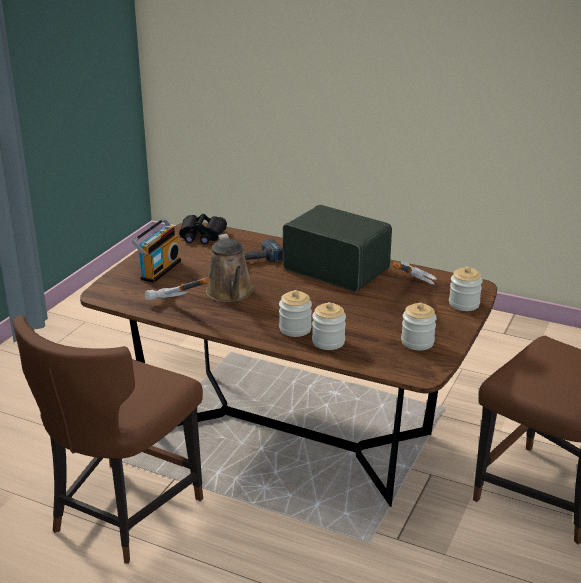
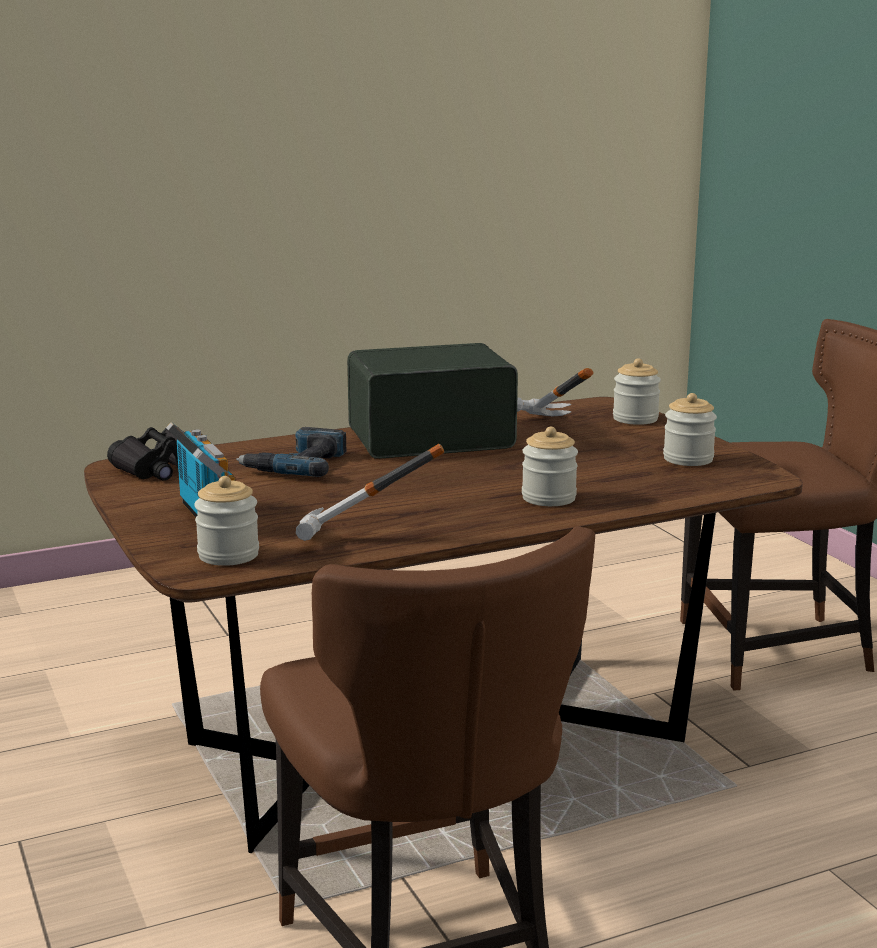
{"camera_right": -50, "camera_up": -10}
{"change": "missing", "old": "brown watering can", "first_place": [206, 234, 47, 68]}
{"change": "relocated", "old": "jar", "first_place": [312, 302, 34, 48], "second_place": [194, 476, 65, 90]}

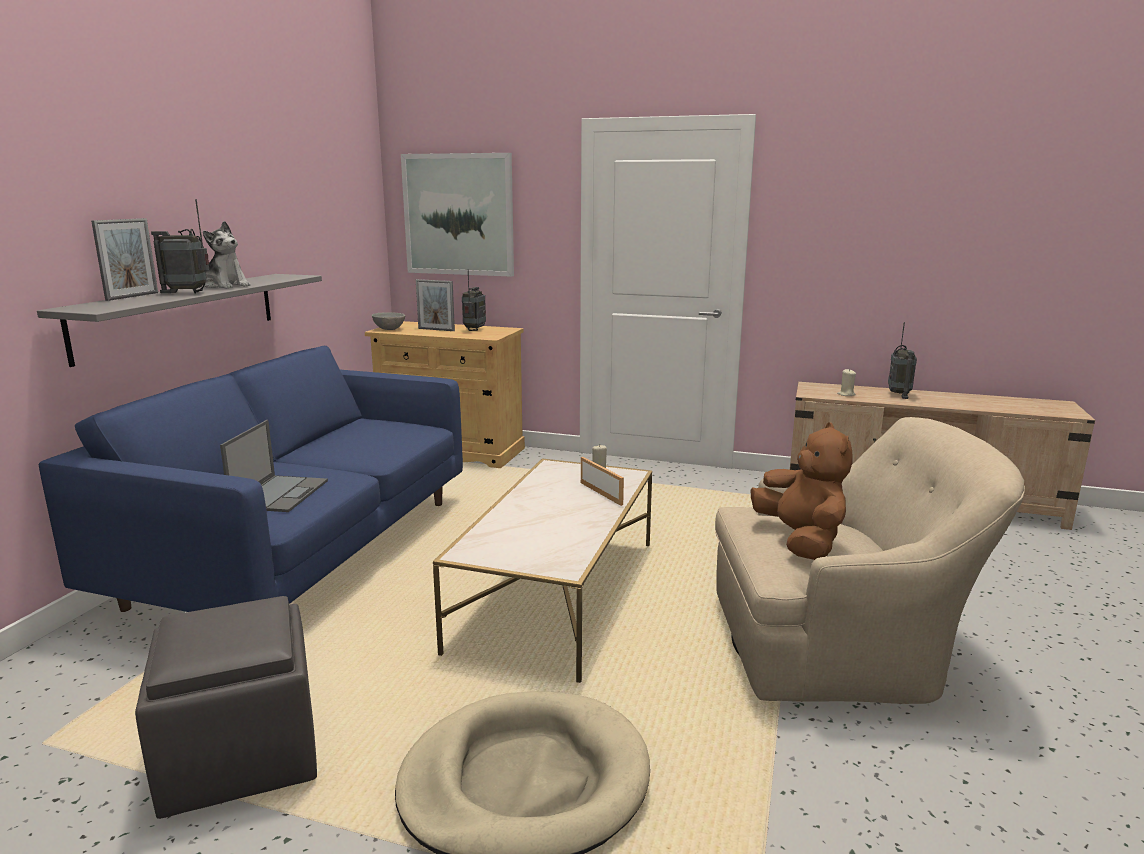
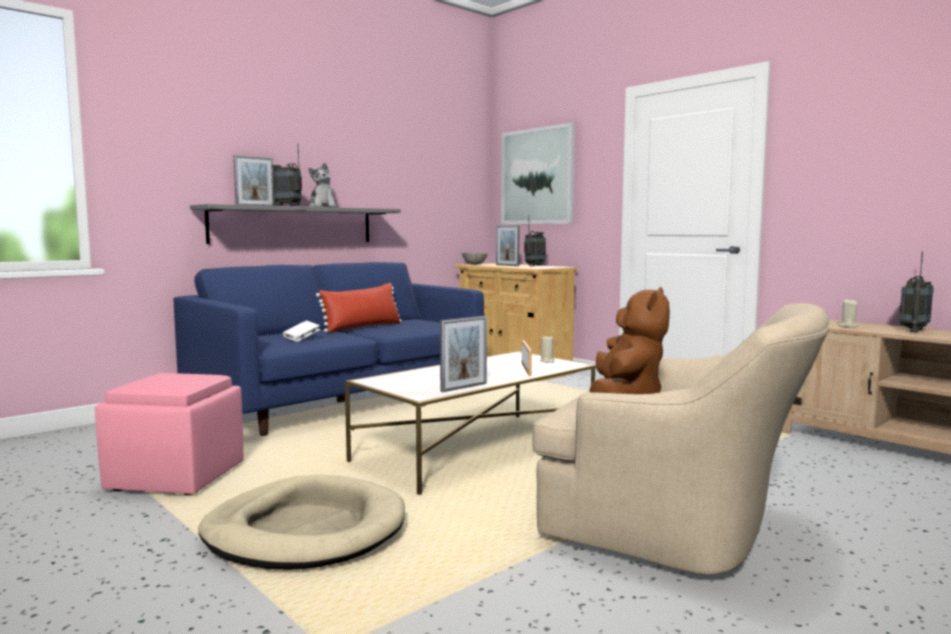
{"camera_right": 30, "camera_up": -10}
{"change": "exchanged", "old": "laptop", "new": "white book", "first_place": [220, 420, 108, 92], "second_place": [283, 321, 37, 21]}
{"change": "colour", "old": "grey ottoman", "new": "pink ottoman", "first_place": [135, 596, 182, 223], "second_place": [95, 373, 149, 122]}
{"change": "appeared", "new": "red pillow", "second_place": [316, 283, 86, 50]}
{"change": "appeared", "new": "picture frame", "second_place": [440, 316, 47, 76]}

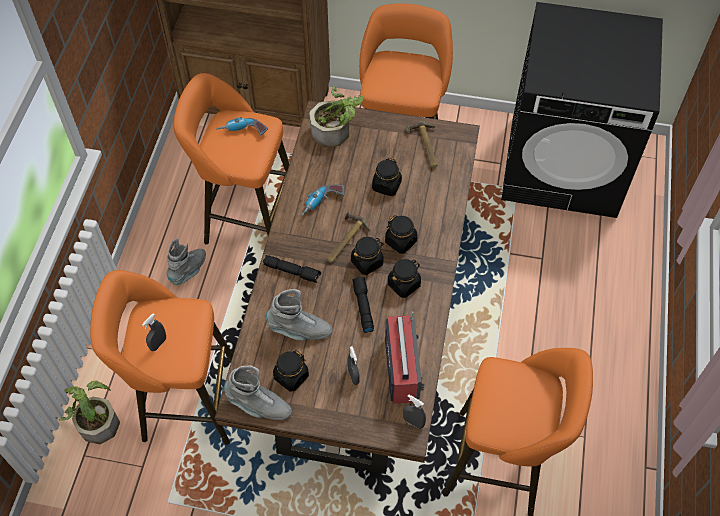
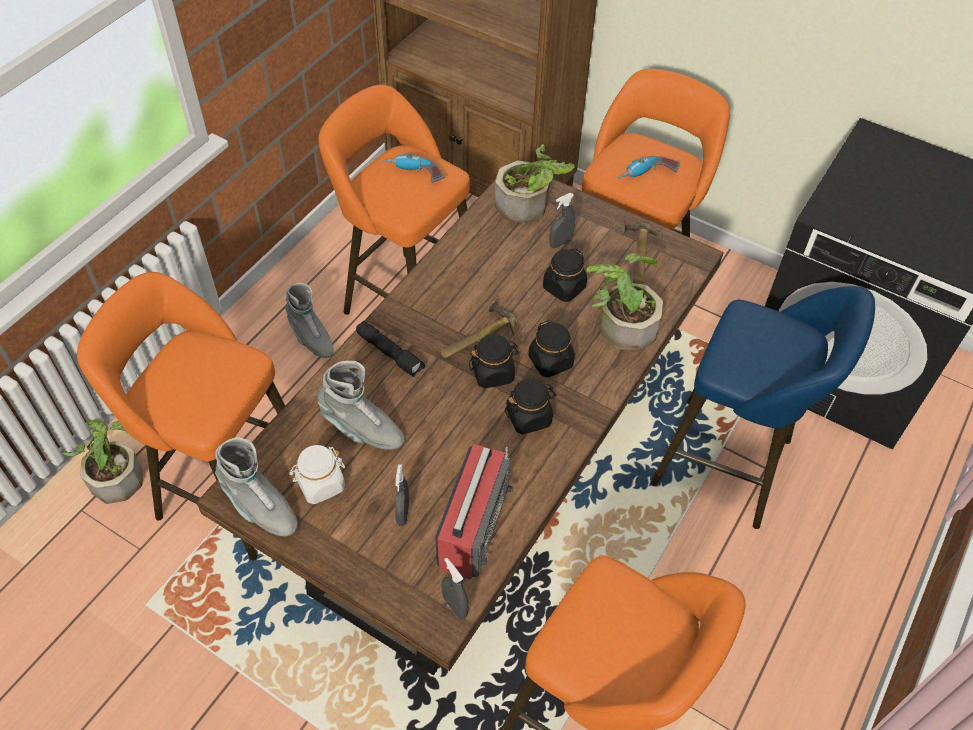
{"camera_right": 20, "camera_up": -5}
{"change": "relocated", "old": "power drill", "first_place": [301, 185, 43, 31], "second_place": [618, 156, 62, 23]}
{"change": "spun", "old": "grey boot", "first_place": [166, 238, 40, 47], "second_place": [285, 283, 49, 75], "degrees": 90}
{"change": "missing", "old": "black flashlight", "first_place": [352, 276, 22, 57]}
{"change": "relocated", "old": "grey spray bottle", "first_place": [142, 314, 24, 37], "second_place": [550, 193, 25, 55]}
{"change": "colour", "old": "black jar", "new": "white jar", "first_place": [273, 350, 36, 42], "second_place": [289, 445, 56, 59]}
{"change": "appeared", "new": "potted plant", "second_place": [586, 253, 77, 99]}
{"change": "appeared", "new": "blue stool", "second_place": [650, 286, 225, 243]}

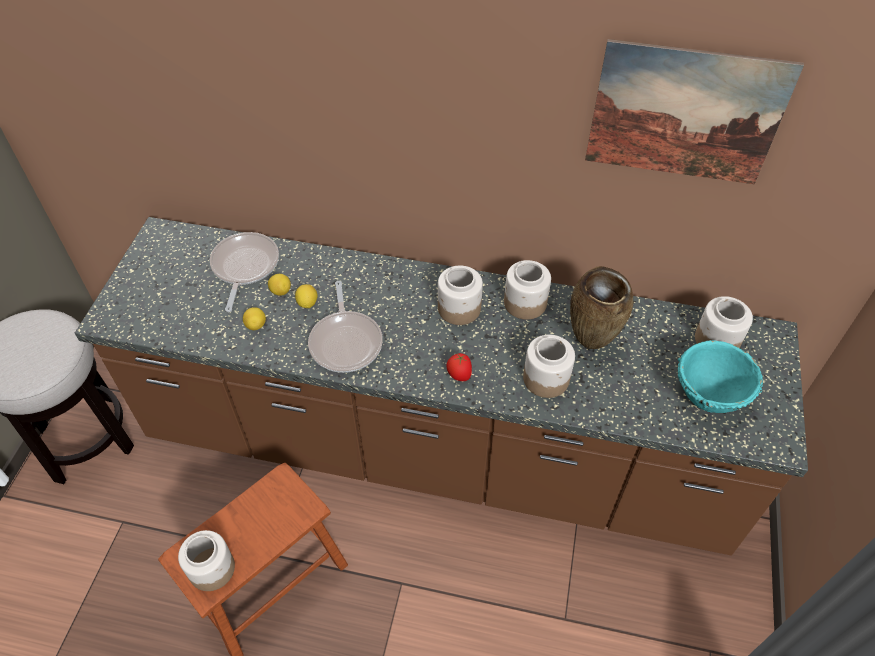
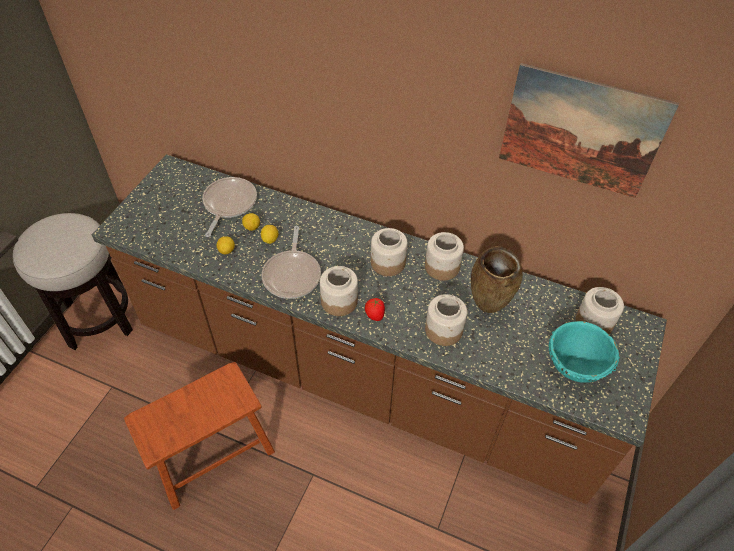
{"camera_right": 10, "camera_up": 0}
{"change": "relocated", "old": "jar", "first_place": [178, 530, 57, 61], "second_place": [320, 266, 38, 50]}

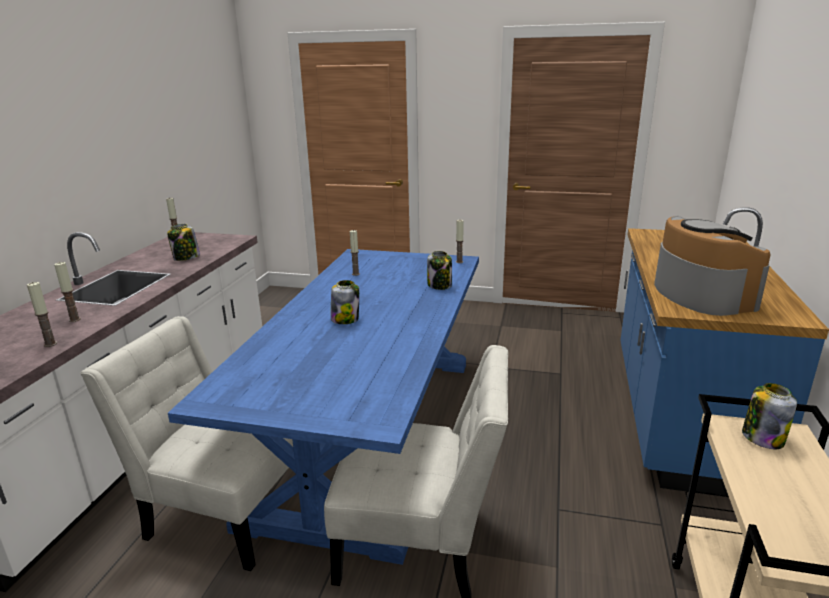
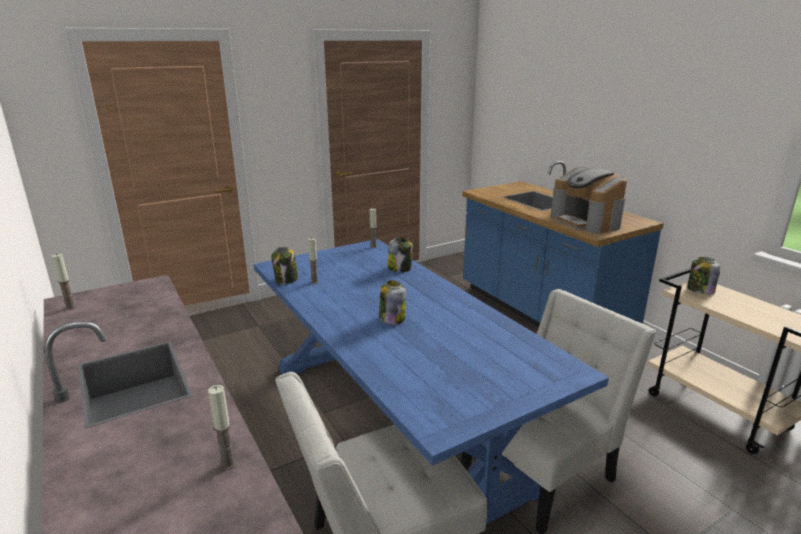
{"camera_right": -45, "camera_up": 0}
{"change": "spun", "old": "coffee machine", "first_place": [654, 216, 117, 100], "second_place": [551, 167, 76, 67], "degrees": -150}
{"change": "relocated", "old": "jar", "first_place": [167, 224, 33, 37], "second_place": [271, 247, 27, 38]}
{"change": "missing", "old": "candle", "first_place": [54, 262, 27, 60]}

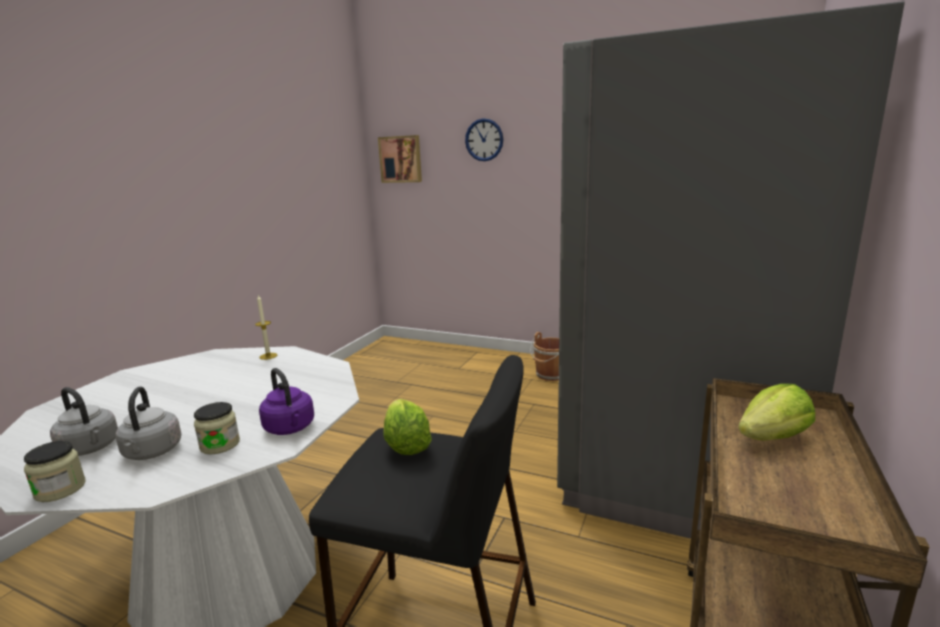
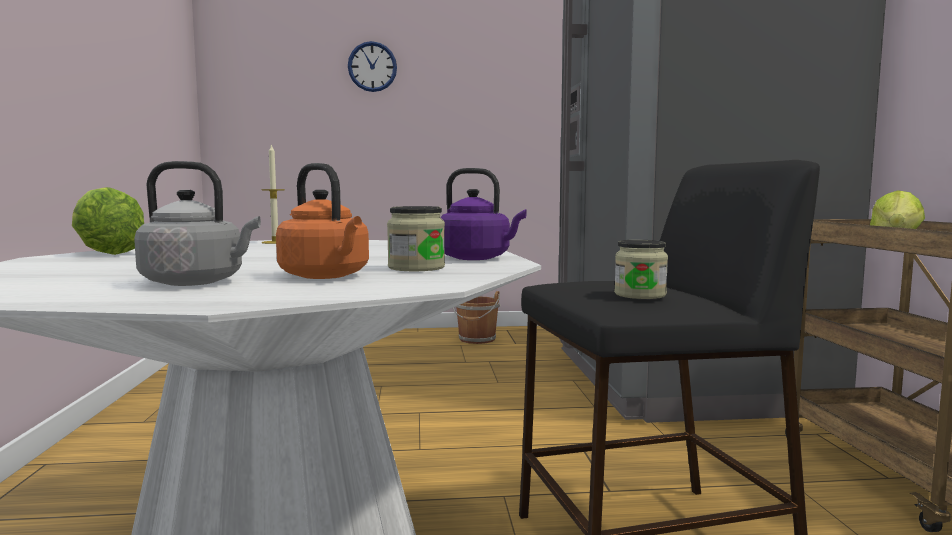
{"camera_right": -30, "camera_up": -10}
{"change": "missing", "old": "picture", "first_place": [378, 135, 44, 48]}
{"change": "colour", "old": "grey kettle", "new": "orange kettle", "first_place": [115, 387, 66, 73], "second_place": [276, 163, 93, 116]}
{"change": "relocated", "old": "lettuce", "first_place": [383, 399, 49, 56], "second_place": [72, 187, 72, 68]}
{"change": "relocated", "old": "jar", "first_place": [24, 441, 62, 61], "second_place": [614, 240, 54, 59]}

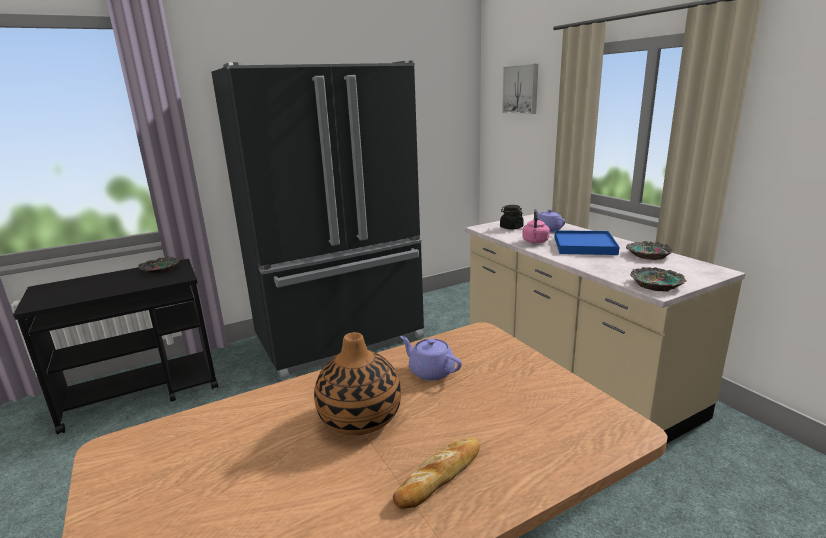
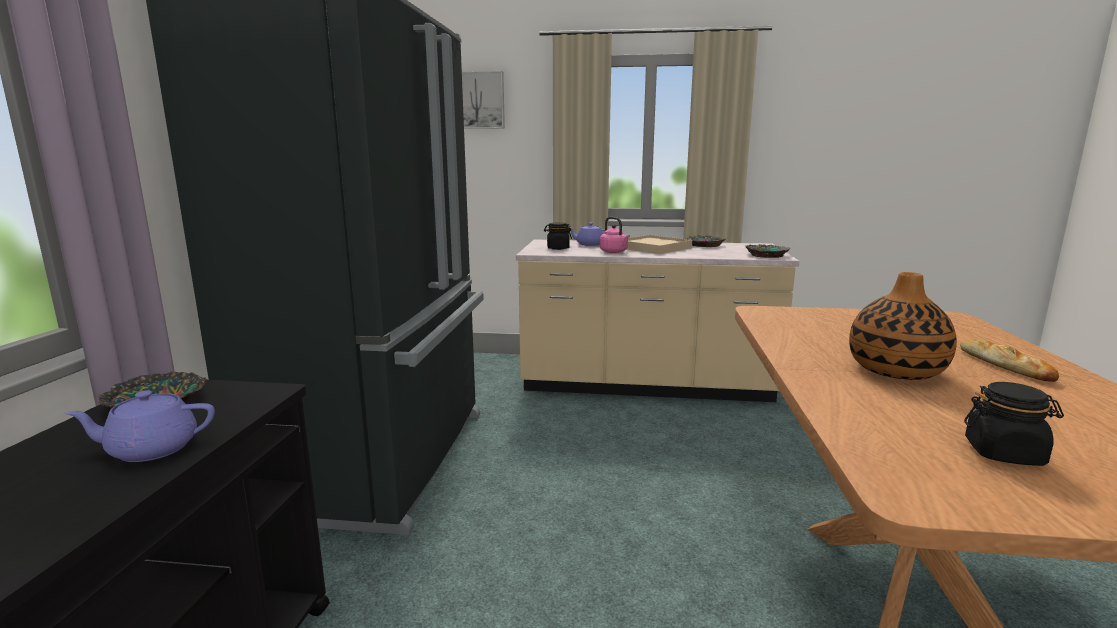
{"camera_right": -55, "camera_up": -5}
{"change": "colour", "old": "blue tray", "new": "beige tray", "first_place": [555, 230, 64, 25], "second_place": [626, 235, 66, 19]}
{"change": "relocated", "old": "purple teapot", "first_place": [400, 336, 62, 44], "second_place": [65, 390, 150, 72]}
{"change": "appeared", "new": "black jar", "second_place": [964, 382, 100, 84]}

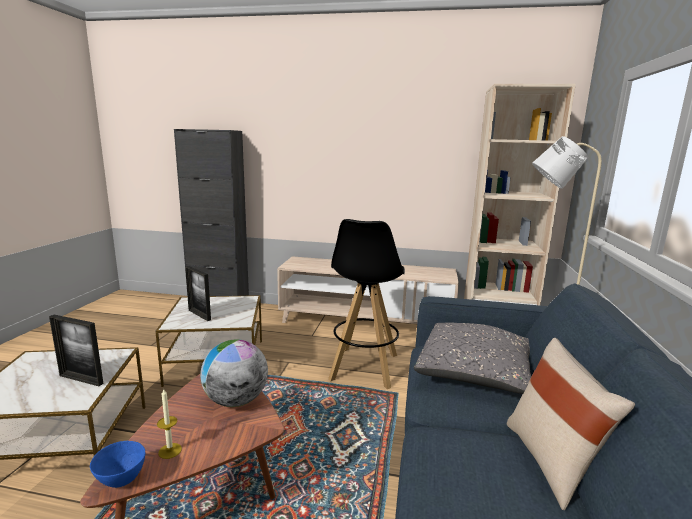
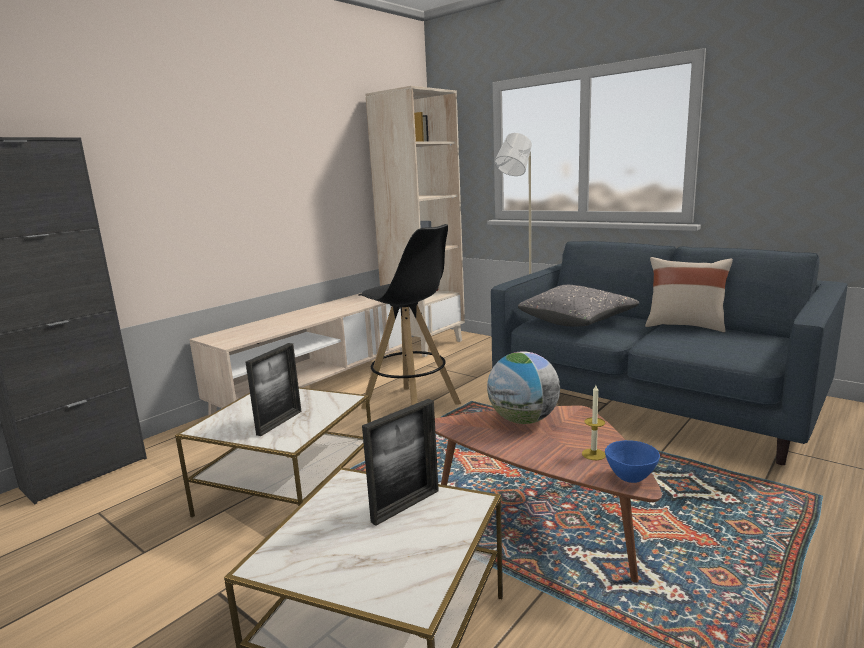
{"camera_right": -60, "camera_up": 0}
{"change": "spun", "old": "picture frame", "first_place": [185, 266, 26, 55], "second_place": [246, 343, 56, 93], "degrees": -45}

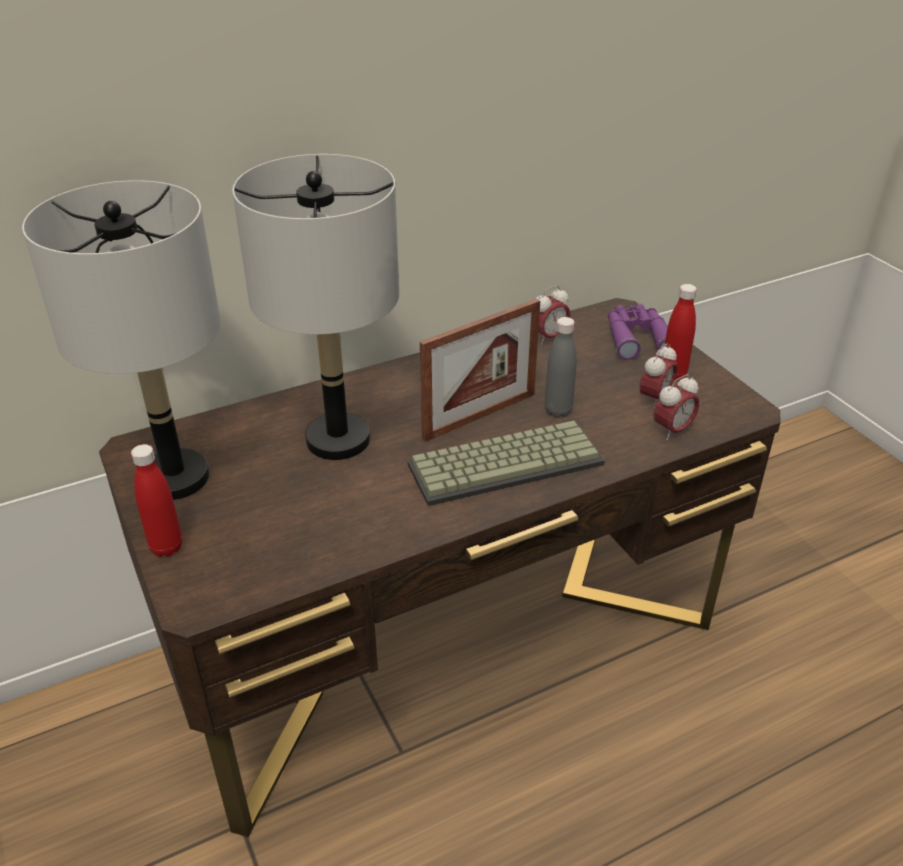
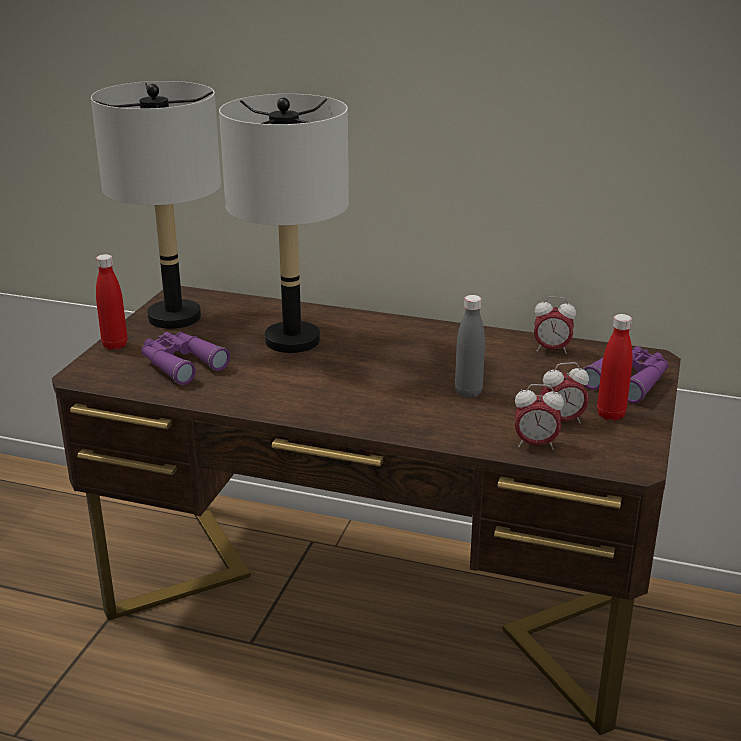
{"camera_right": 45, "camera_up": -10}
{"change": "missing", "old": "picture frame", "first_place": [420, 298, 120, 144]}
{"change": "missing", "old": "keyboard", "first_place": [408, 421, 197, 85]}
{"change": "appeared", "new": "purple binoculars", "second_place": [141, 332, 89, 53]}

